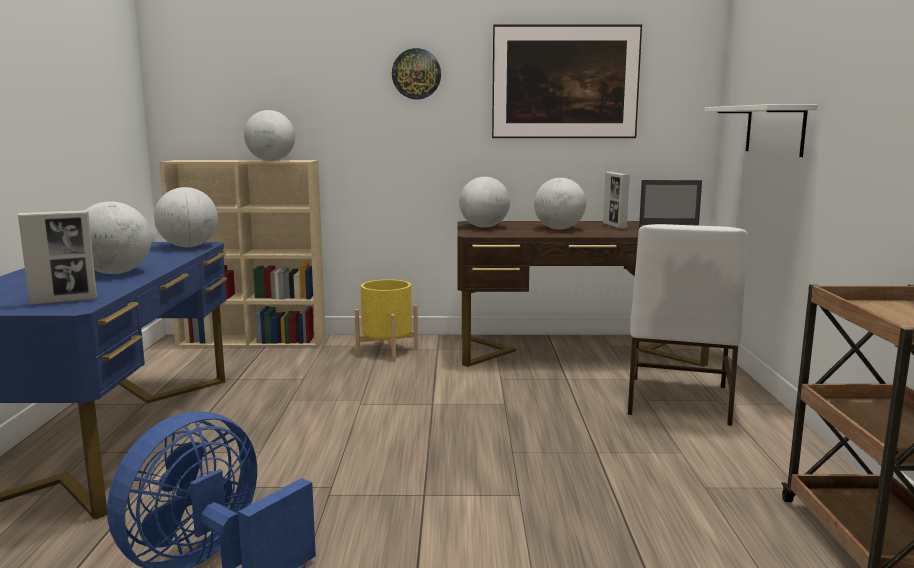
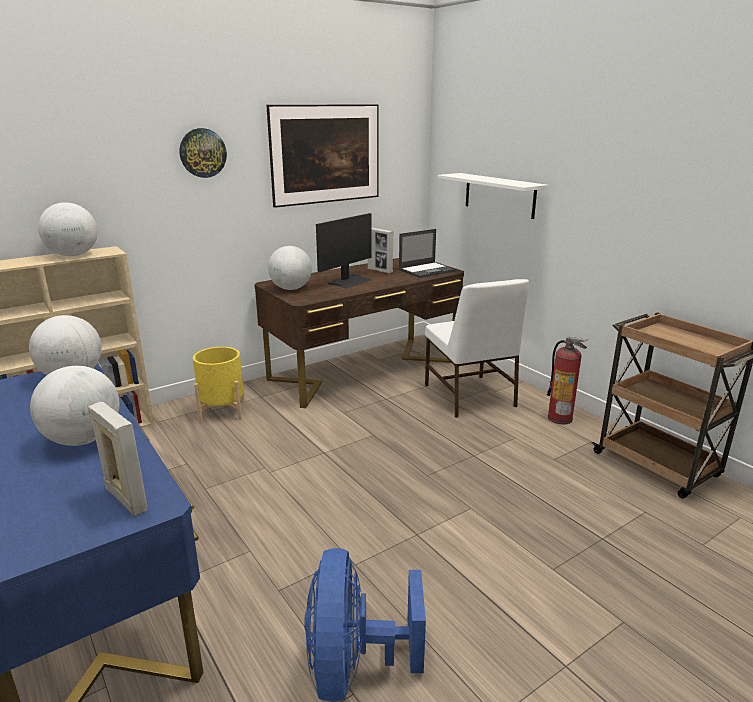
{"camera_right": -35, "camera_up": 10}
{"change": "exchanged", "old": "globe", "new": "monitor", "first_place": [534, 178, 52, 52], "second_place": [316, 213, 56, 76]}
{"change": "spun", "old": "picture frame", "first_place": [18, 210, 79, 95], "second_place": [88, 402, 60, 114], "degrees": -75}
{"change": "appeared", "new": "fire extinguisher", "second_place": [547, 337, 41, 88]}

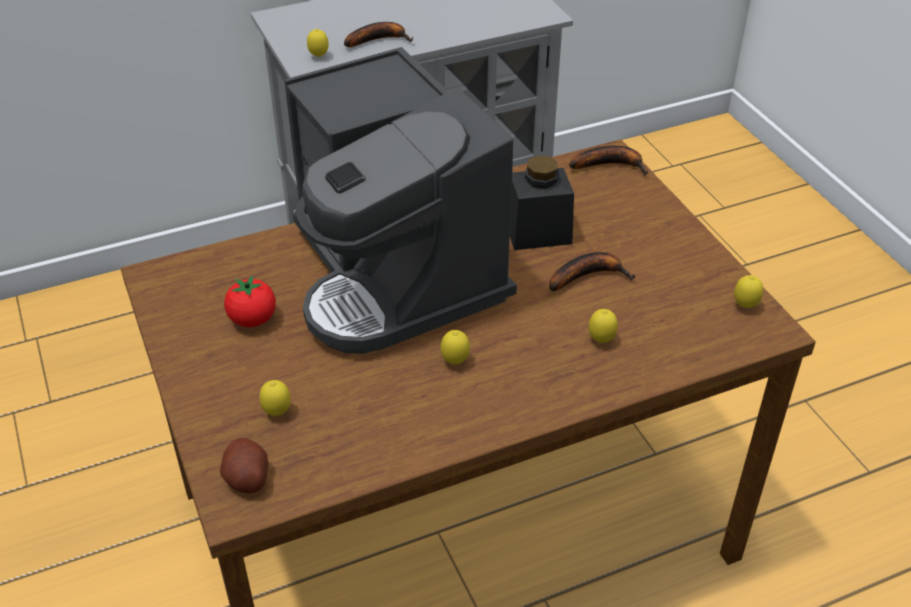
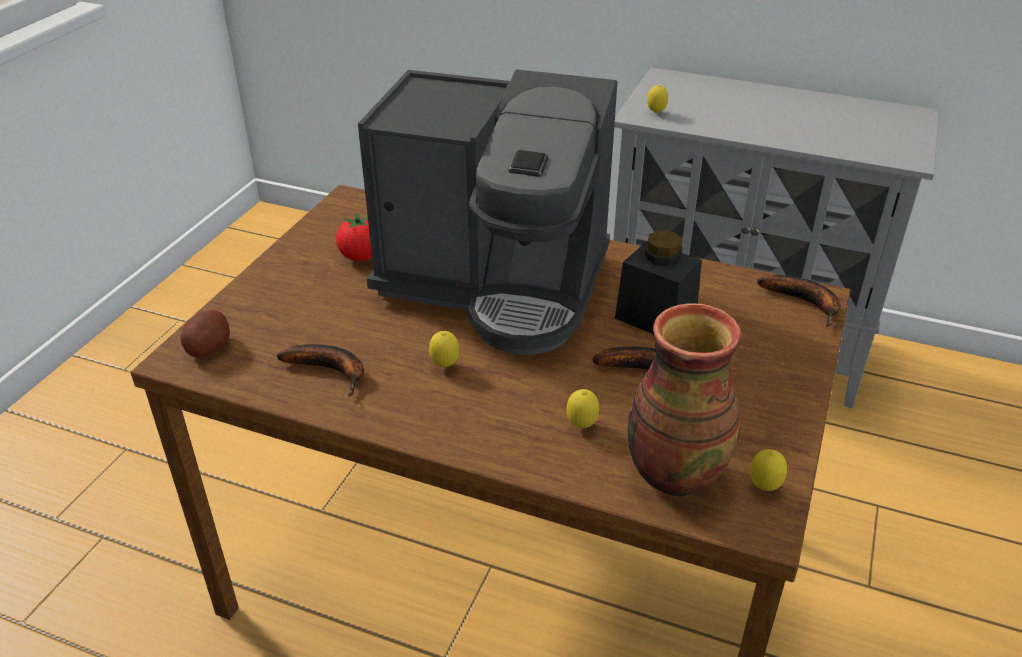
{"camera_right": 45, "camera_up": -5}
{"change": "relocated", "old": "banana", "first_place": [344, 22, 69, 25], "second_place": [277, 344, 87, 52]}
{"change": "spun", "old": "coffee machine", "first_place": [284, 47, 233, 307], "second_place": [358, 69, 259, 286], "degrees": -90}
{"change": "missing", "old": "lemon", "first_place": [259, 380, 32, 36]}
{"change": "appeared", "new": "vase", "second_place": [628, 304, 113, 192]}

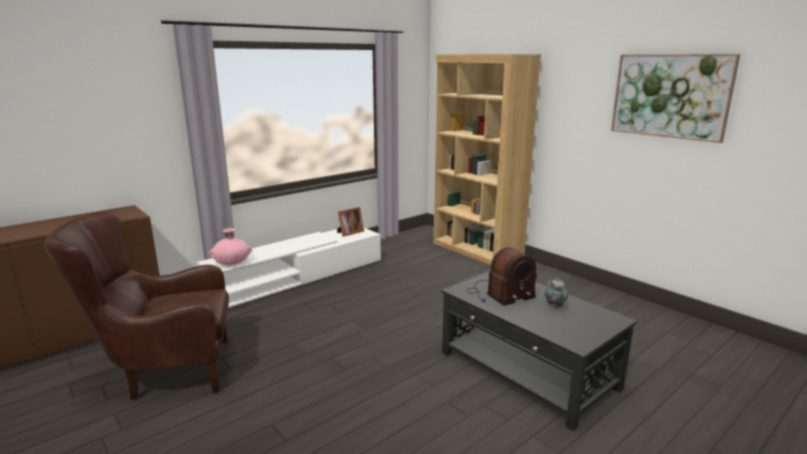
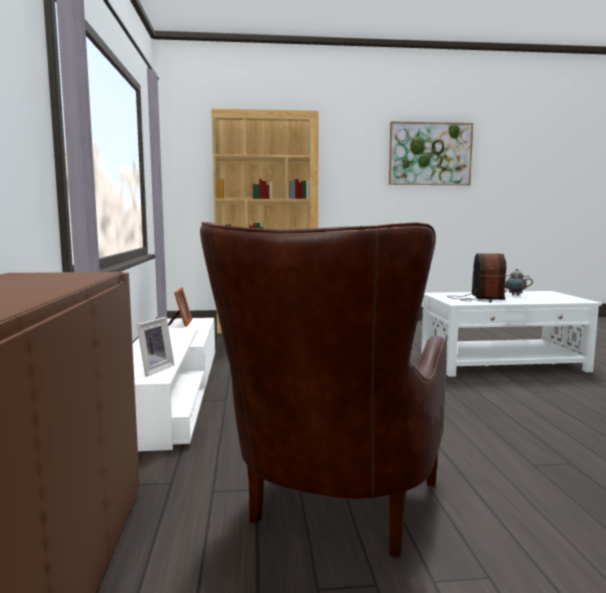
{"camera_right": -55, "camera_up": -10}
{"change": "exchanged", "old": "pink vase", "new": "picture frame", "first_place": [209, 228, 43, 37], "second_place": [136, 317, 38, 59]}
{"change": "colour", "old": "black coffee table", "new": "white coffee table", "first_place": [441, 271, 196, 160], "second_place": [421, 291, 181, 86]}

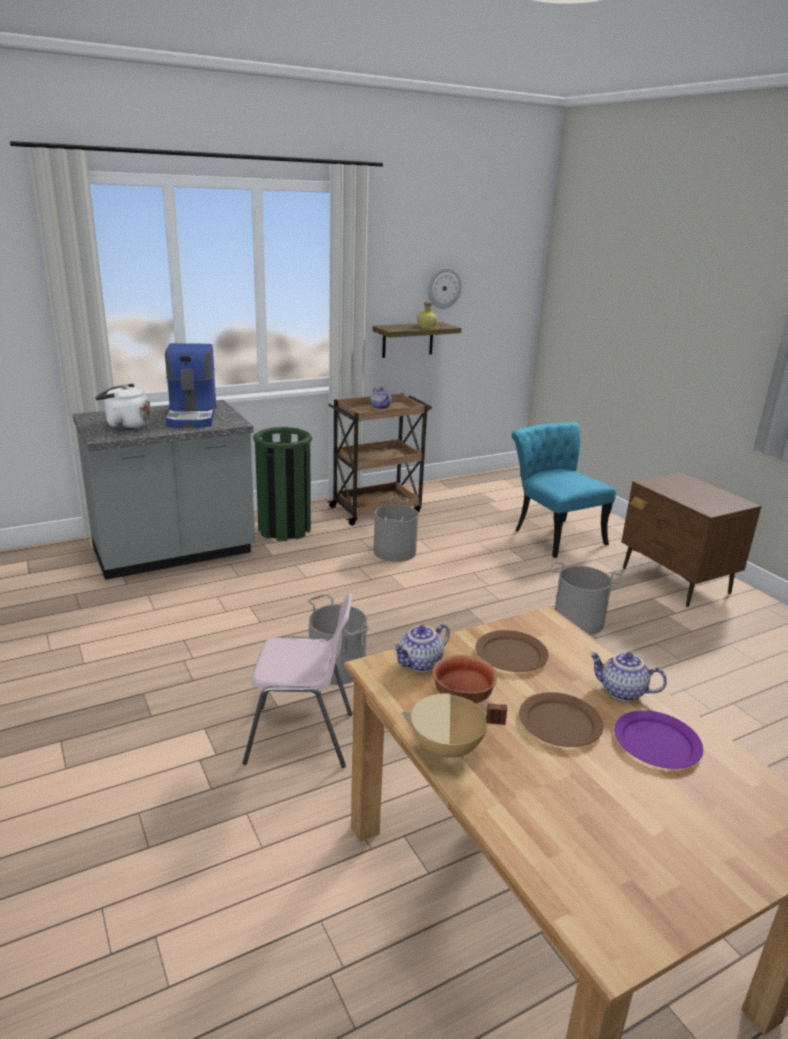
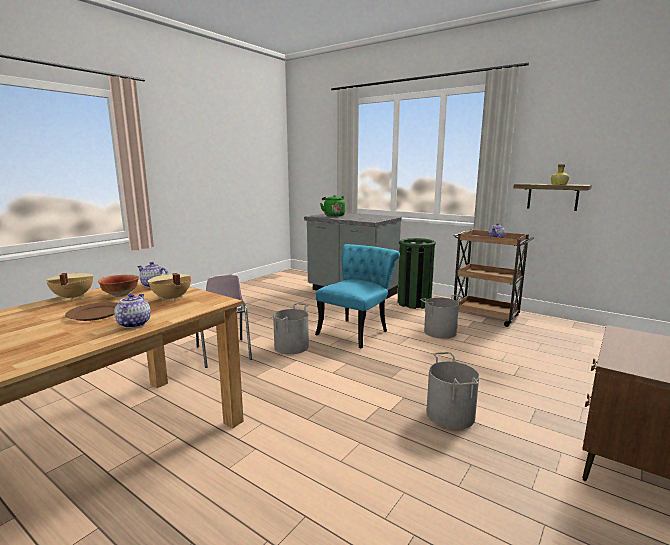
{"camera_right": 65, "camera_up": -10}
{"change": "missing", "old": "wall clock", "first_place": [428, 267, 34, 42]}
{"change": "missing", "old": "coffee machine", "first_place": [165, 343, 52, 85]}
{"change": "colour", "old": "white kettle", "new": "green kettle", "first_place": [95, 384, 56, 46], "second_place": [320, 195, 25, 22]}
{"change": "relocated", "old": "turquoise chair", "first_place": [512, 422, 104, 136], "second_place": [315, 244, 85, 104]}
{"change": "exchanged", "old": "brown plate", "new": "beige cooking pot", "first_place": [476, 630, 73, 42], "second_place": [148, 273, 43, 28]}
{"change": "missing", "old": "purple plate", "first_place": [614, 710, 89, 59]}

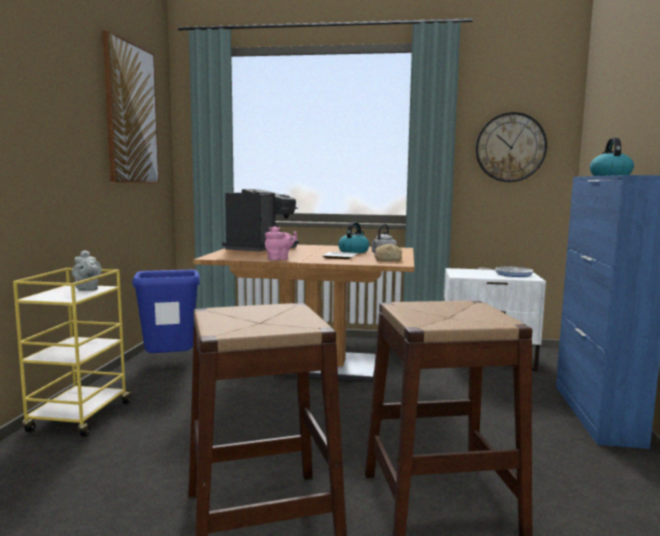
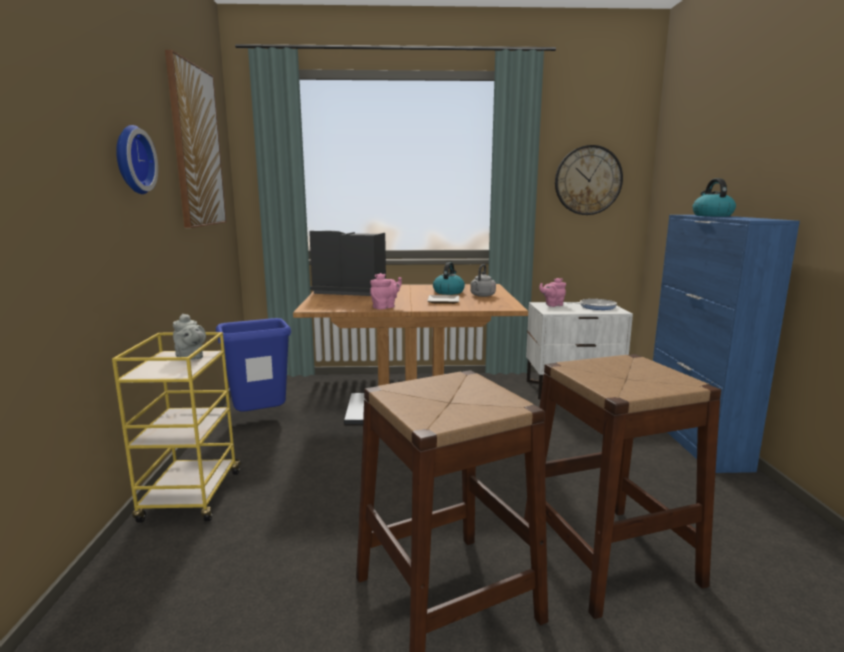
{"camera_right": -10, "camera_up": 5}
{"change": "spun", "old": "coffee machine", "first_place": [222, 189, 77, 63], "second_place": [309, 231, 77, 65], "degrees": -90}
{"change": "missing", "old": "bread", "first_place": [375, 244, 27, 17]}
{"change": "appeared", "new": "wall clock", "second_place": [116, 125, 42, 69]}
{"change": "appeared", "new": "pink teapot", "second_place": [539, 278, 27, 29]}

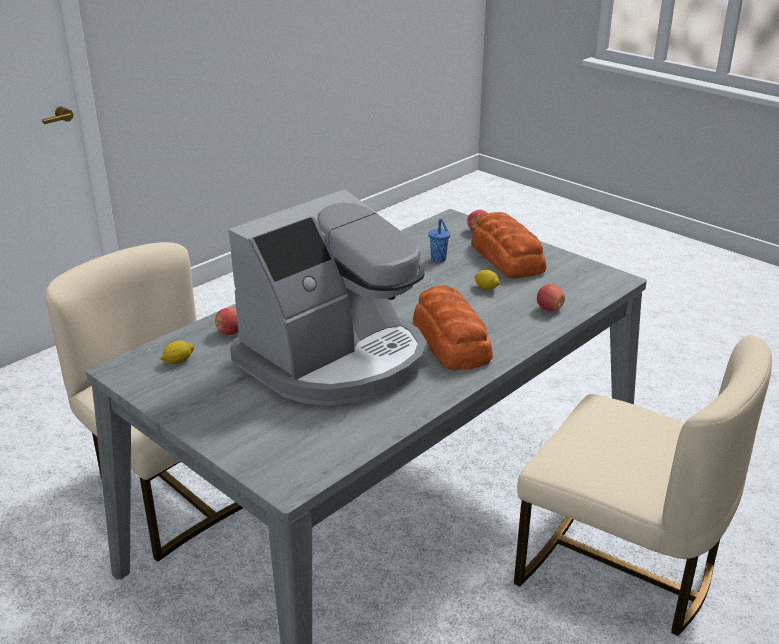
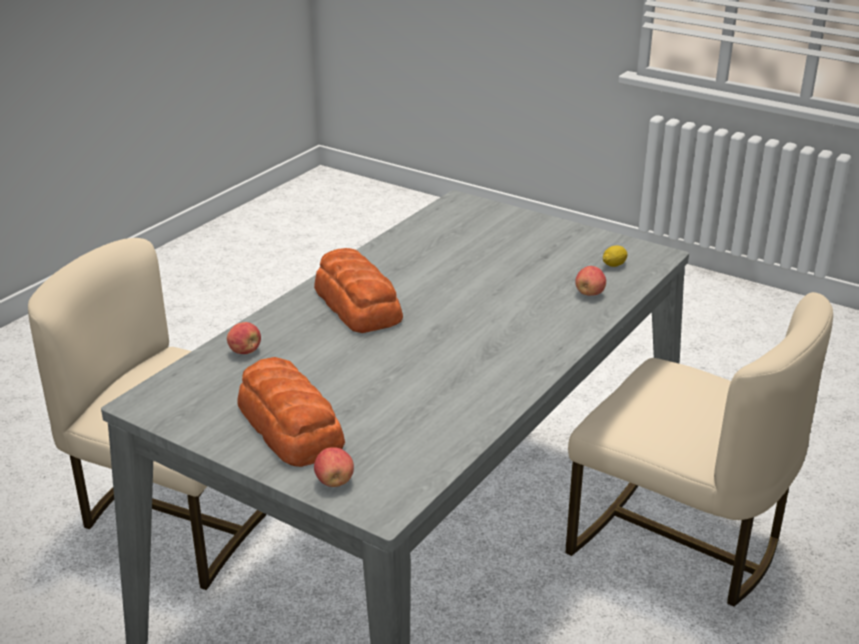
{"camera_right": 170, "camera_up": 0}
{"change": "missing", "old": "coffee machine", "first_place": [228, 189, 199, 217]}
{"change": "missing", "old": "blue cup", "first_place": [428, 219, 22, 43]}
{"change": "missing", "old": "lemon", "first_place": [474, 270, 26, 20]}

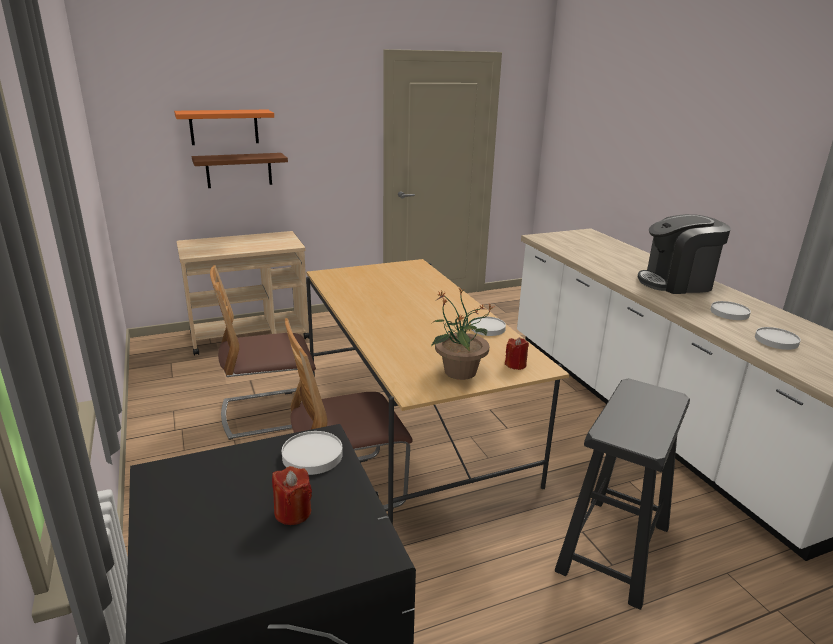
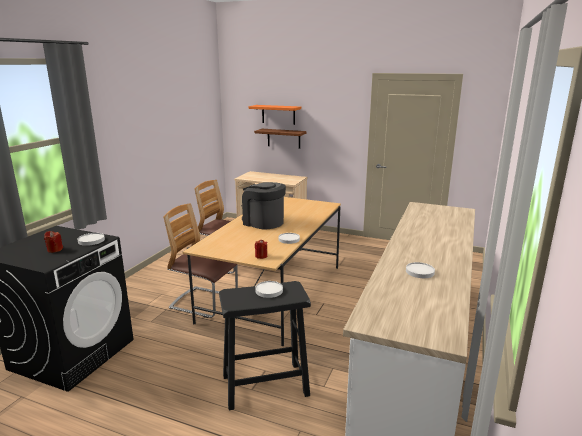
{"camera_right": 45, "camera_up": -5}
{"change": "relocated", "old": "coffee machine", "first_place": [638, 214, 93, 80], "second_place": [242, 182, 44, 47]}
{"change": "missing", "old": "potted plant", "first_place": [431, 287, 64, 93]}
{"change": "relocated", "old": "white plate", "first_place": [755, 327, 46, 23], "second_place": [255, 281, 28, 17]}

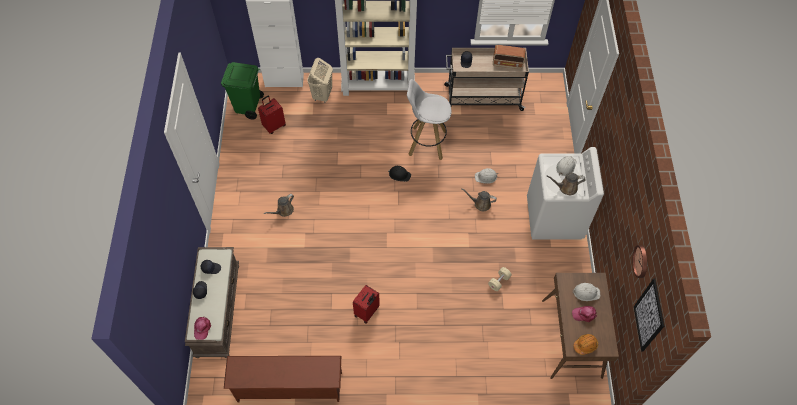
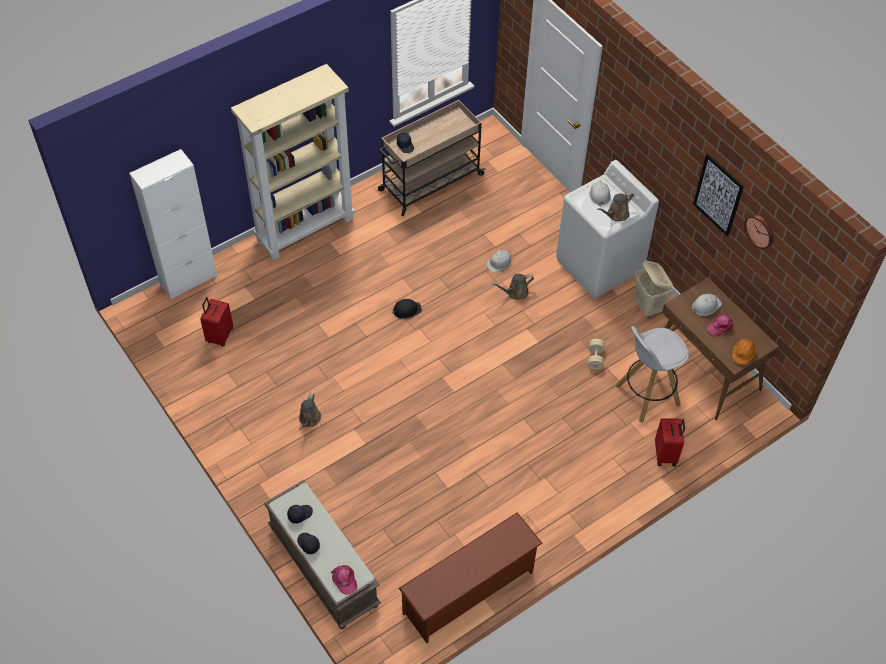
{"camera_right": -35, "camera_up": -5}
{"change": "missing", "old": "radio", "first_place": [493, 45, 33, 24]}
{"change": "relocated", "old": "beige laundry basket", "first_place": [307, 58, 26, 45], "second_place": [634, 260, 39, 58]}
{"change": "missing", "old": "green trash can", "first_place": [221, 62, 43, 57]}
{"change": "relocated", "old": "white stool", "first_place": [407, 79, 44, 81], "second_place": [616, 326, 73, 97]}
{"change": "relocated", "old": "picture", "first_place": [634, 279, 30, 73], "second_place": [693, 154, 51, 82]}
{"change": "relocated", "old": "red suitcase", "first_place": [353, 285, 27, 39], "second_place": [655, 419, 30, 47]}

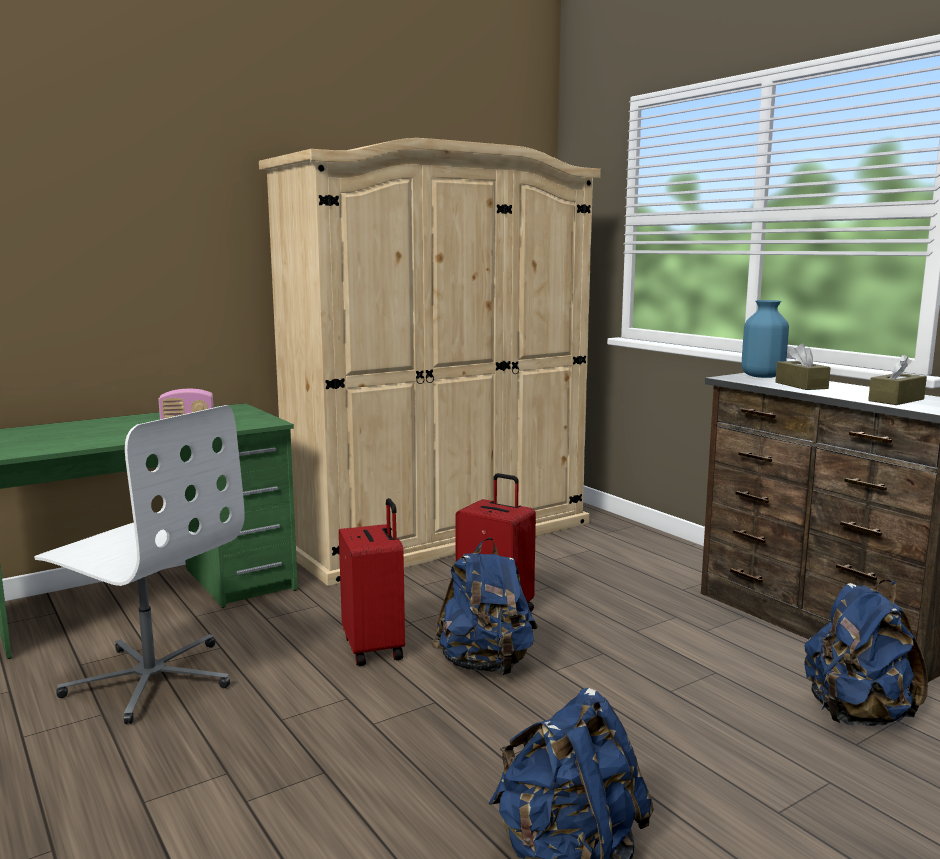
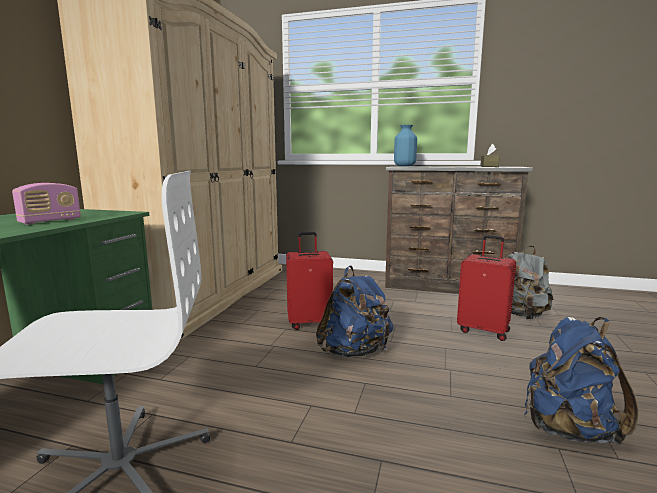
{"camera_right": -40, "camera_up": 0}
{"change": "missing", "old": "brown tissue box", "first_place": [775, 344, 56, 46]}
{"change": "relocated", "old": "red suitcase", "first_place": [339, 498, 66, 168], "second_place": [457, 235, 59, 106]}
{"change": "colour", "old": "blue backpack", "new": "grey backpack", "first_place": [804, 580, 124, 146], "second_place": [506, 246, 47, 73]}

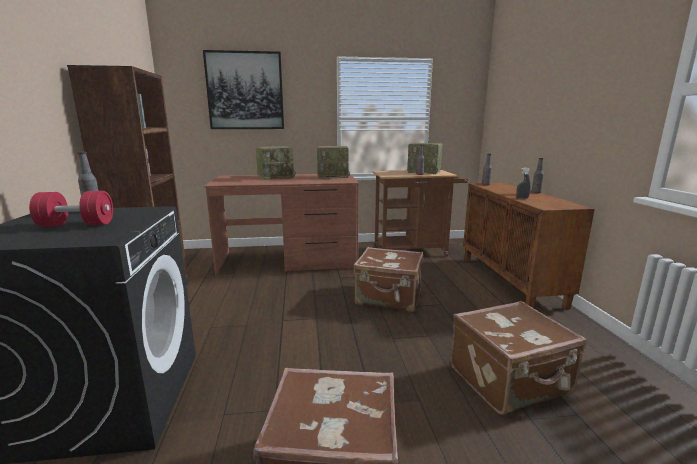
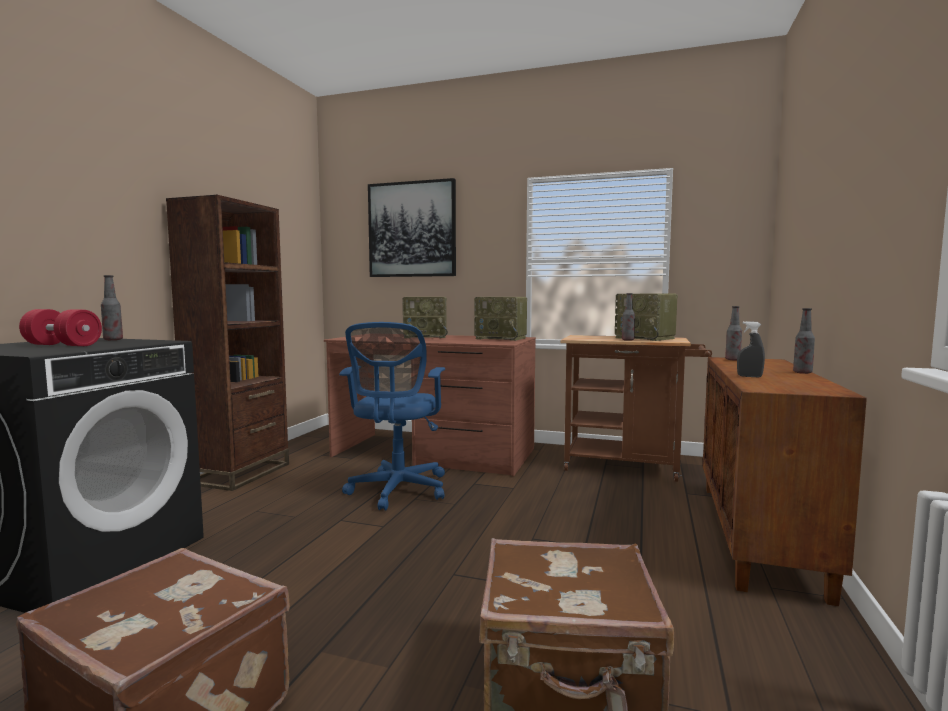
{"camera_right": 25, "camera_up": -10}
{"change": "missing", "old": "brown suitcase", "first_place": [353, 247, 70, 65]}
{"change": "appeared", "new": "blue office chair", "second_place": [339, 322, 106, 188]}

